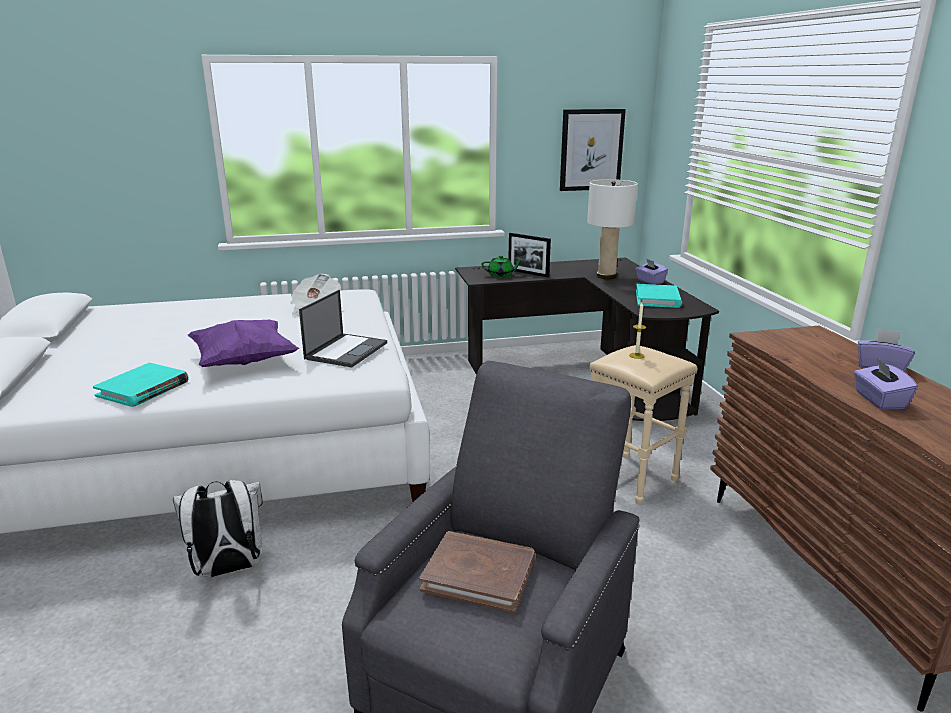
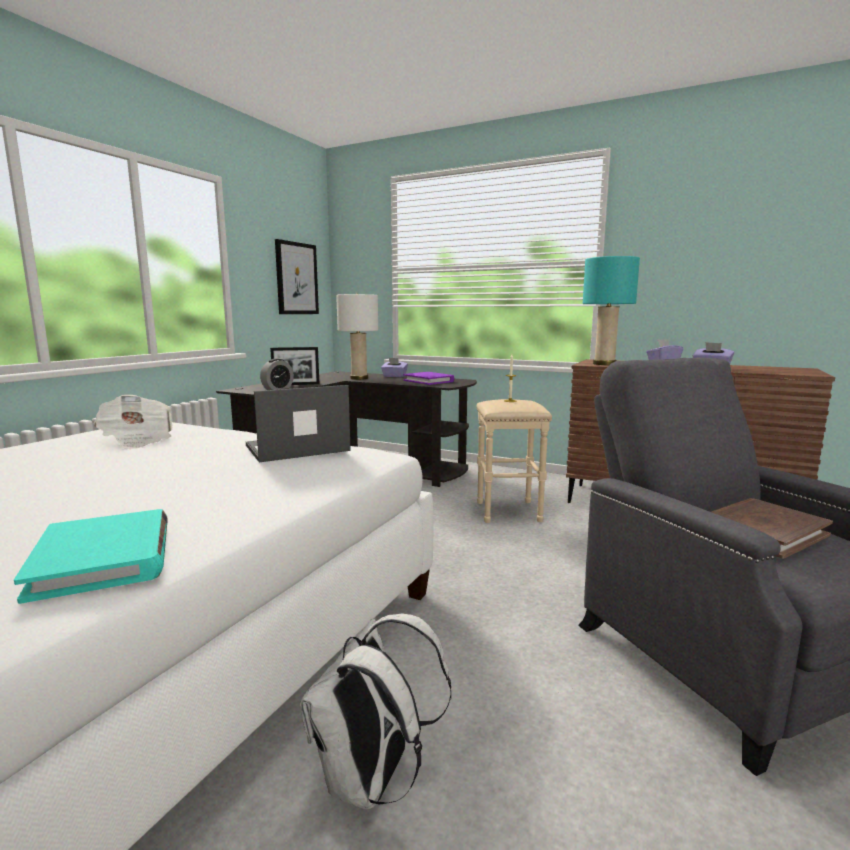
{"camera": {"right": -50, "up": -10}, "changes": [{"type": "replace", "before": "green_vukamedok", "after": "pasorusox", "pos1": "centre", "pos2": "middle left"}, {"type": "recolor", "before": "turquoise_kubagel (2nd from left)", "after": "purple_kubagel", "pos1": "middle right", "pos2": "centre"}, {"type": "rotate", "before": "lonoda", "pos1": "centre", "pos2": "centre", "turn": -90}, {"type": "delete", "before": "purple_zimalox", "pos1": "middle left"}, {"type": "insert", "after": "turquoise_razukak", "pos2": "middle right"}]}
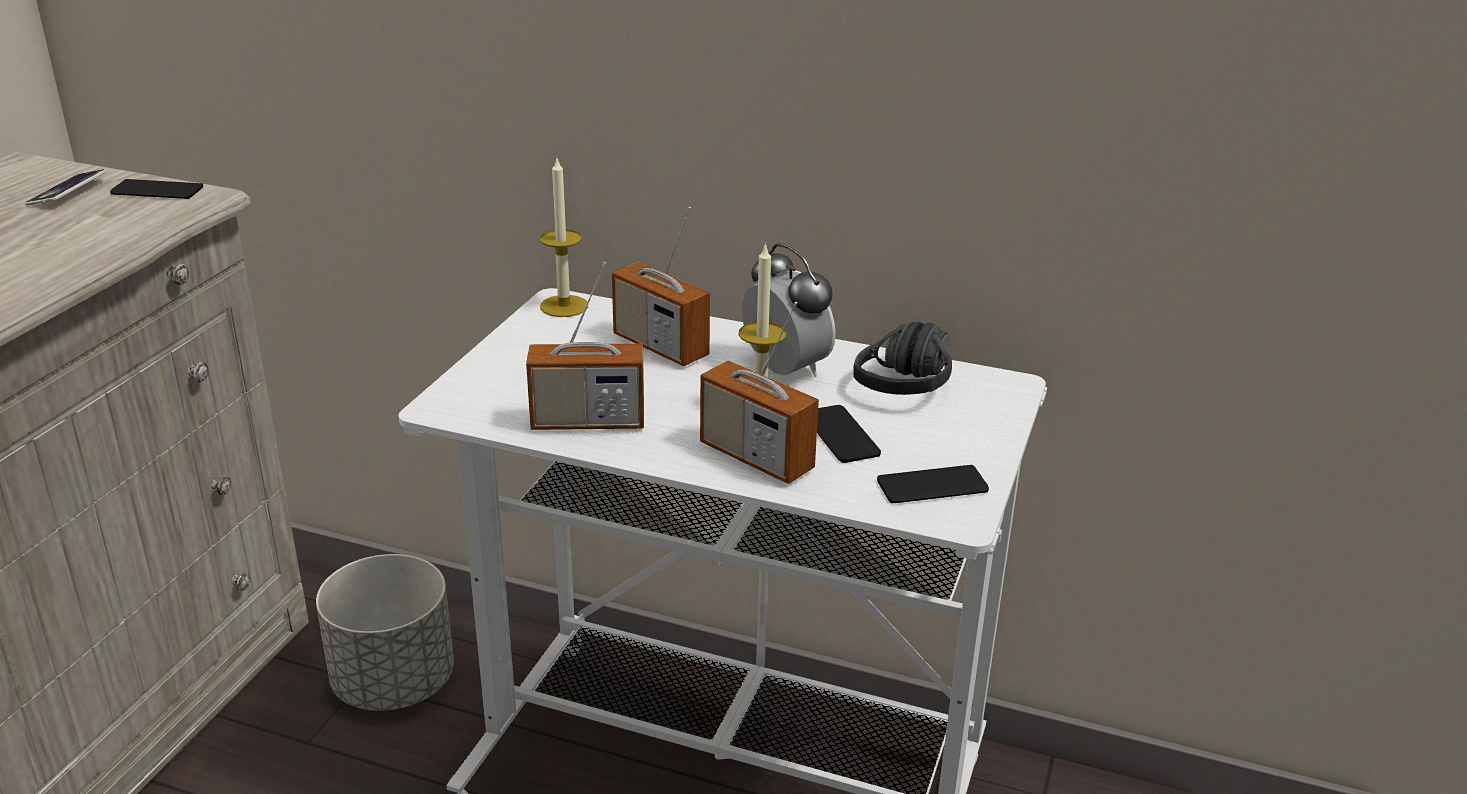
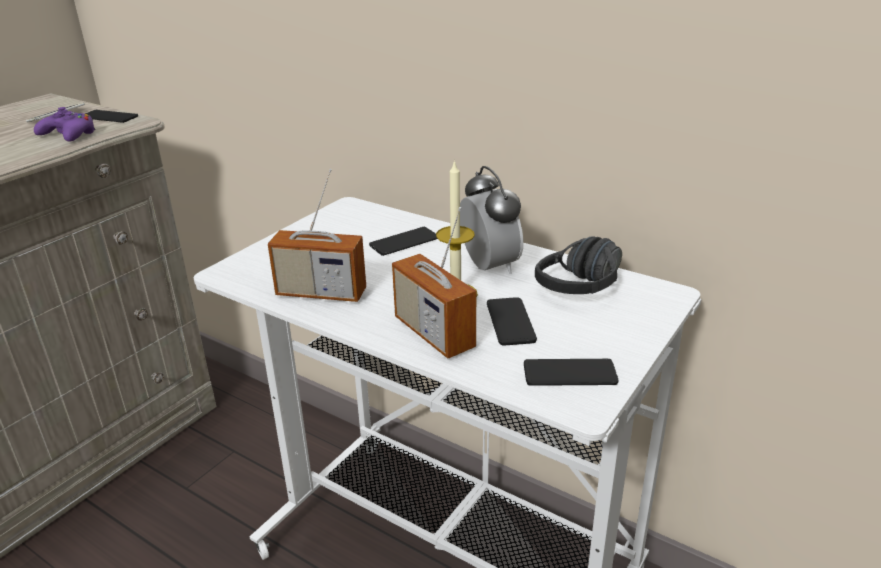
{"camera": {"right": 15, "up": 0}, "changes": [{"type": "delete", "before": "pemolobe (1st from left)", "pos1": "top centre"}, {"type": "replace", "before": "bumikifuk (2nd from left)", "after": "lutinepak (3rd from left)", "pos1": "centre", "pos2": "centre"}, {"type": "delete", "before": "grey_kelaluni", "pos1": "bottom left"}, {"type": "insert", "after": "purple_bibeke", "pos2": "top left"}]}
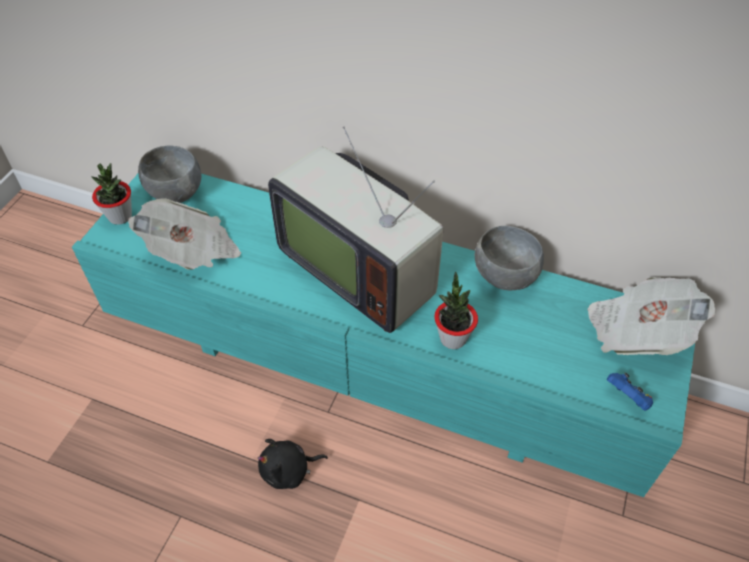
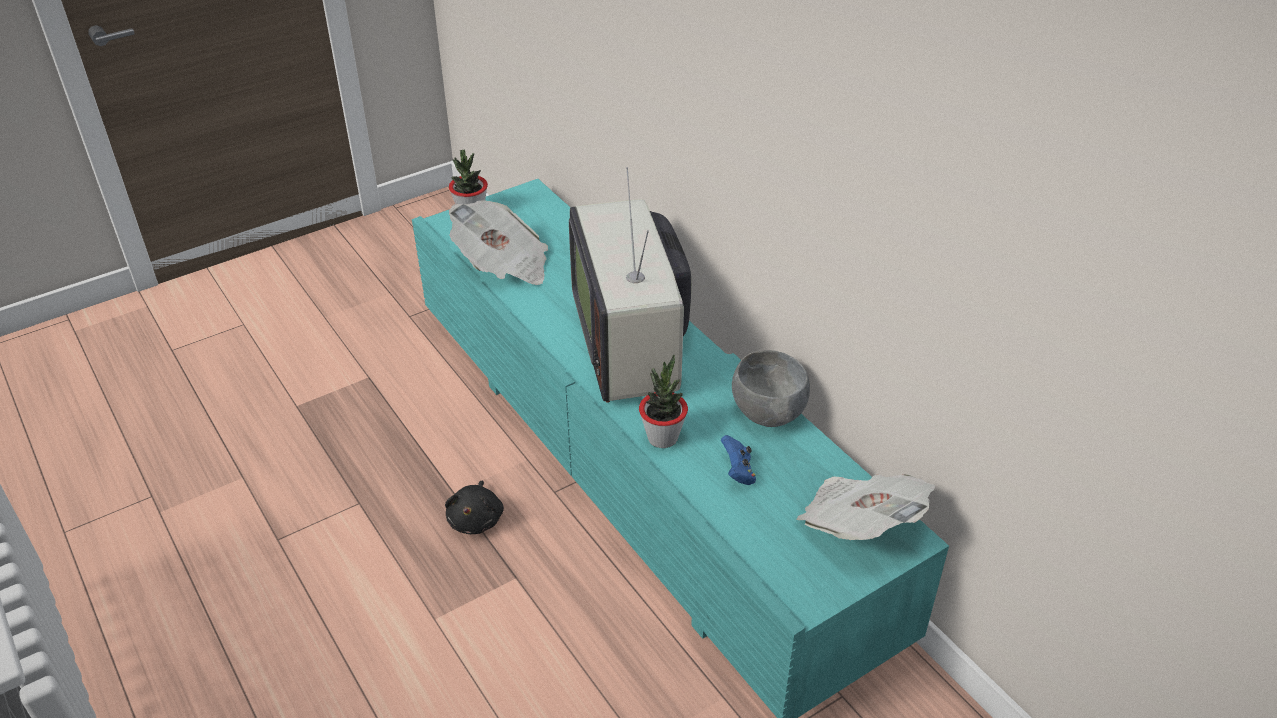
{"camera": {"right": 35, "up": -10}, "changes": [{"type": "delete", "before": "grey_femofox (1st from left)", "pos1": "top left"}, {"type": "move", "before": "blue_bibeke", "pos1": "bottom right", "pos2": "centre"}, {"type": "rotate", "before": "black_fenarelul", "pos1": "bottom centre", "pos2": "bottom centre", "turn": -105}]}
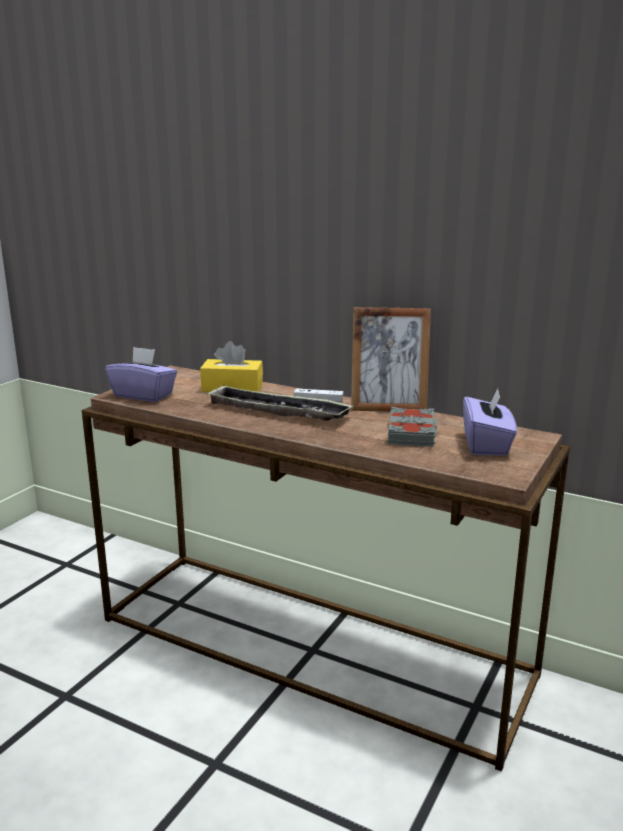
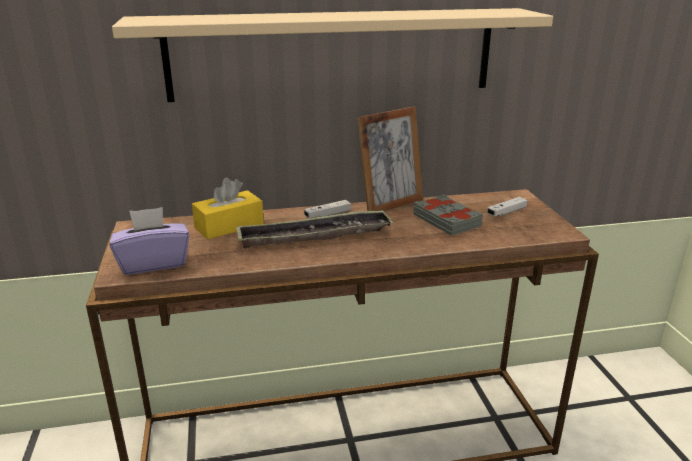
{"camera": {"right": -40, "up": 5}, "changes": [{"type": "replace", "before": "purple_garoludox (2nd from left)", "after": "white_bibeke (2nd from left)", "pos1": "middle right", "pos2": "middle right"}, {"type": "insert", "after": "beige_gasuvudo", "pos2": "top centre"}]}
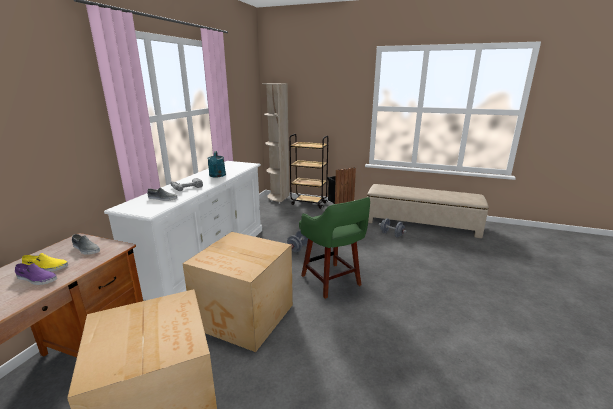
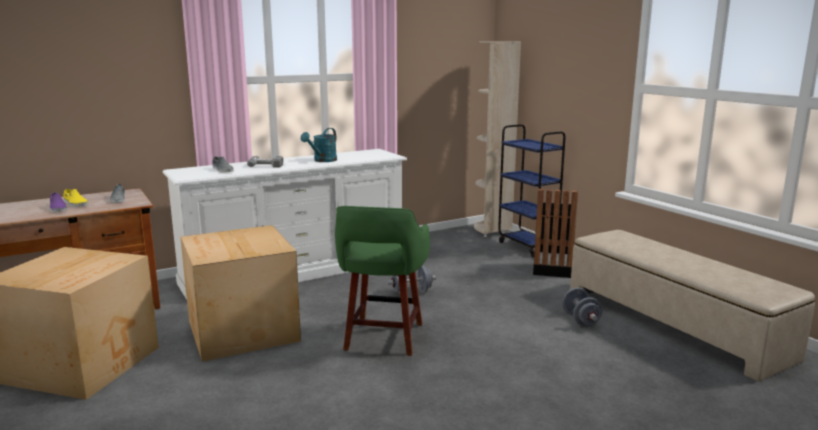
{"camera": {"right": 40, "up": -5}, "changes": [{"type": "recolor", "before": "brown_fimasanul", "after": "blue_fimasanul", "pos1": "centre", "pos2": "centre"}]}
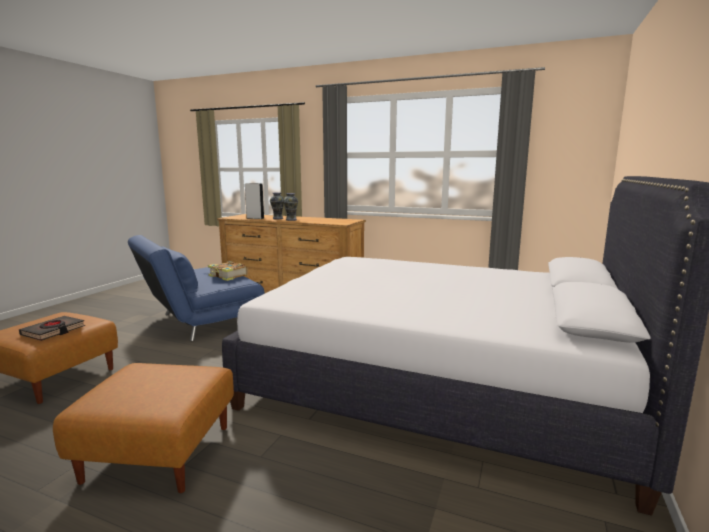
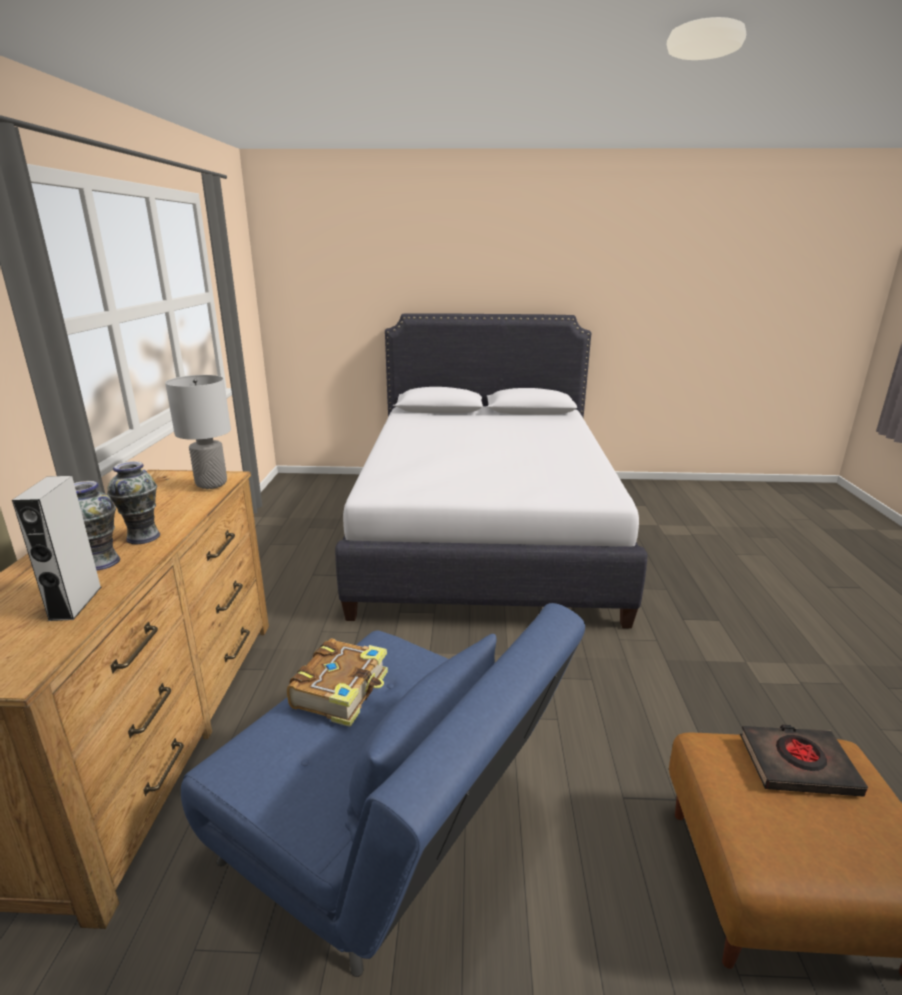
{"camera": {"right": -110, "up": 10}, "changes": [{"type": "delete", "before": "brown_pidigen (2nd from left)", "pos1": "bottom left"}, {"type": "insert", "after": "grey_razukak", "pos2": "middle left"}]}
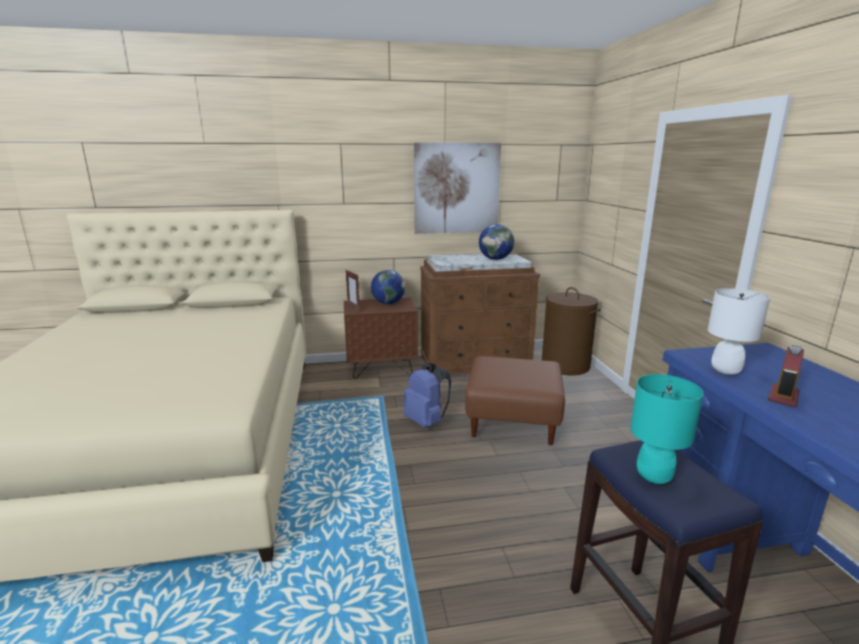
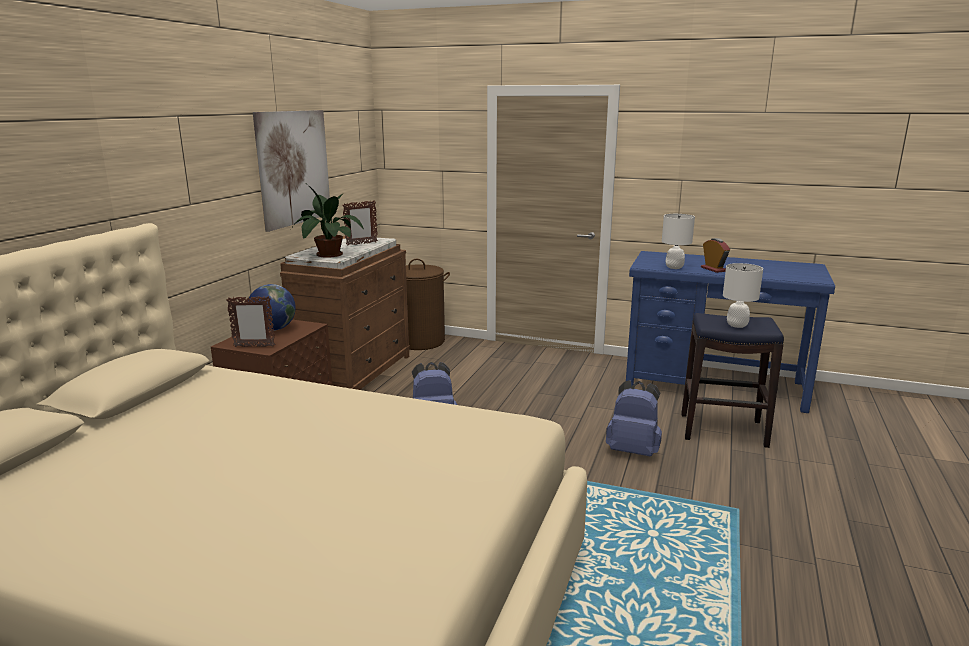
{"camera": {"right": -60, "up": 0}, "changes": [{"type": "replace", "before": "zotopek (2nd from left)", "after": "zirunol (2nd from left)", "pos1": "centre", "pos2": "centre"}, {"type": "delete", "before": "brown_pidigen", "pos1": "centre"}, {"type": "recolor", "before": "turquoise_razukak", "after": "white_razukak (2nd from left)", "pos1": "middle right", "pos2": "middle right"}, {"type": "insert", "after": "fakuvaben", "pos2": "centre"}, {"type": "insert", "after": "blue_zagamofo (2nd from left)", "pos2": "centre"}]}
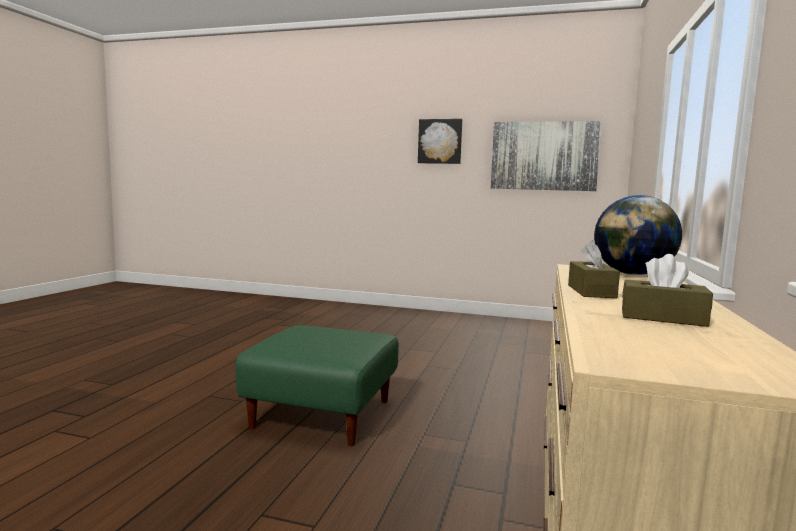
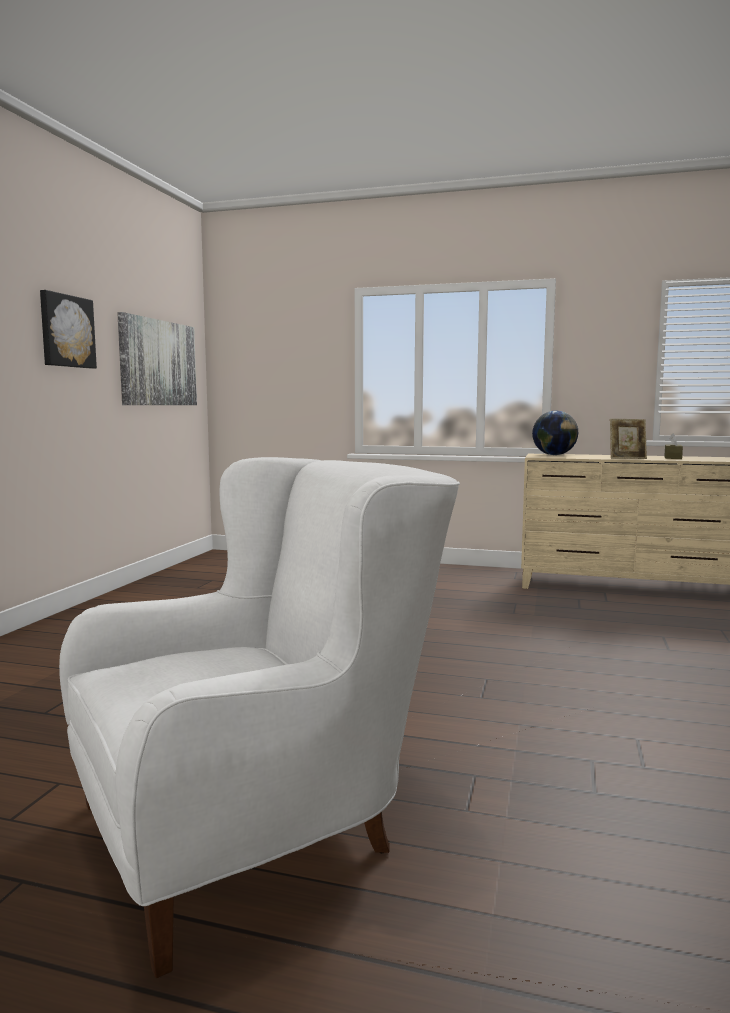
{"camera": {"right": -90, "up": 0}, "changes": [{"type": "replace", "before": "brown_garoludox (1st from left)", "after": "zirunol", "pos1": "middle right", "pos2": "middle right"}, {"type": "delete", "before": "green_pidigen", "pos1": "bottom centre"}, {"type": "insert", "after": "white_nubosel", "pos2": "bottom centre"}]}
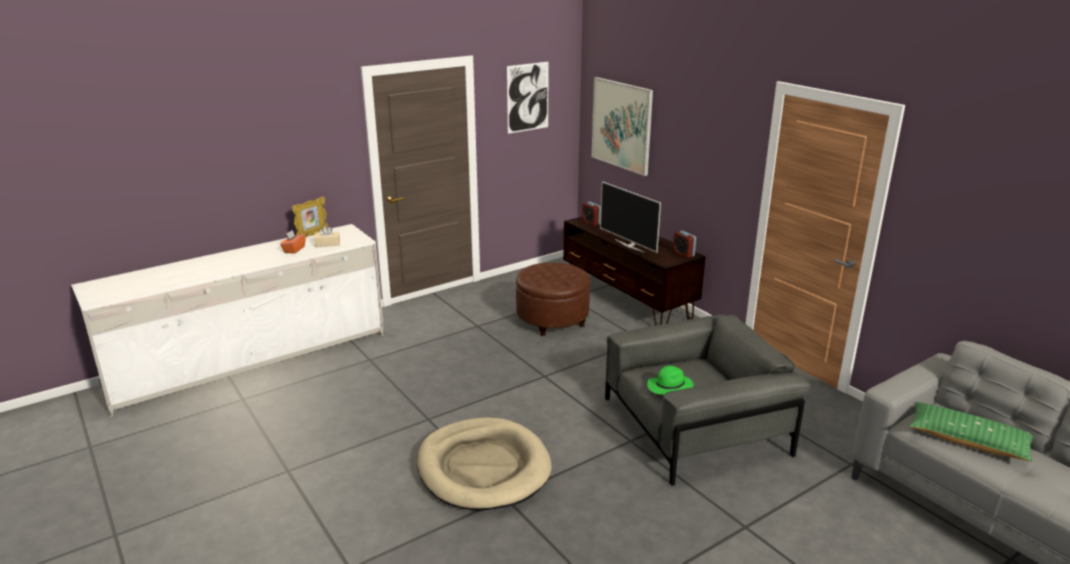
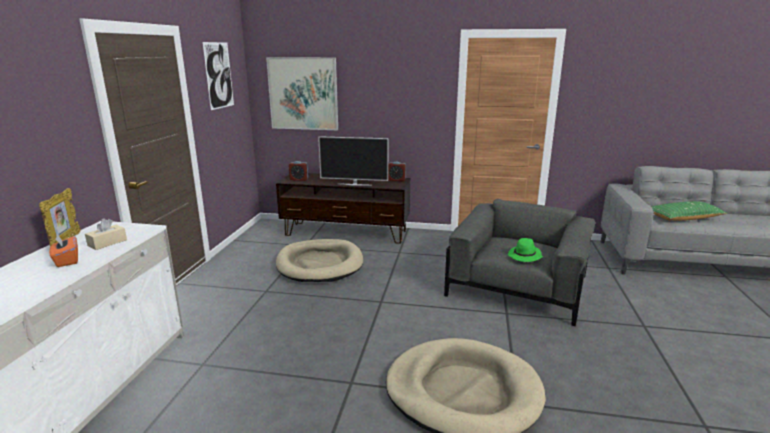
{"camera": {"right": -45, "up": -5}, "changes": [{"type": "replace", "before": "brown_pidigen", "after": "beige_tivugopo (1st from left)", "pos1": "centre", "pos2": "centre"}]}
